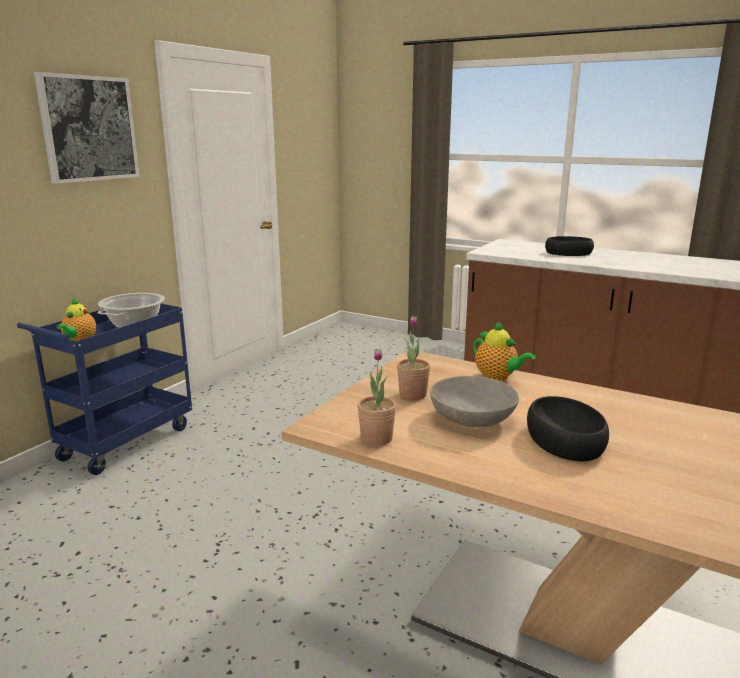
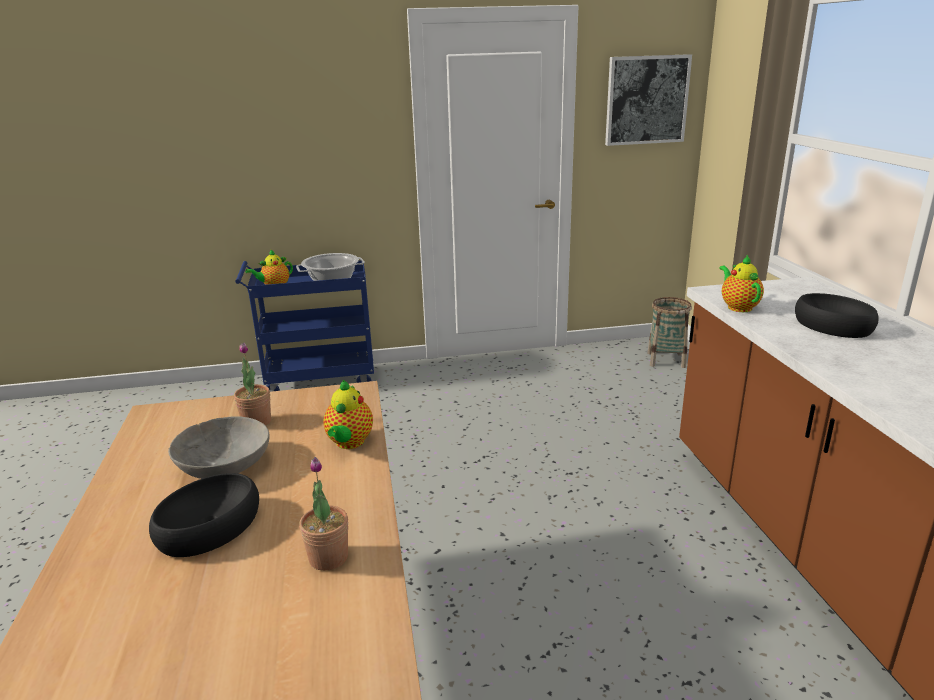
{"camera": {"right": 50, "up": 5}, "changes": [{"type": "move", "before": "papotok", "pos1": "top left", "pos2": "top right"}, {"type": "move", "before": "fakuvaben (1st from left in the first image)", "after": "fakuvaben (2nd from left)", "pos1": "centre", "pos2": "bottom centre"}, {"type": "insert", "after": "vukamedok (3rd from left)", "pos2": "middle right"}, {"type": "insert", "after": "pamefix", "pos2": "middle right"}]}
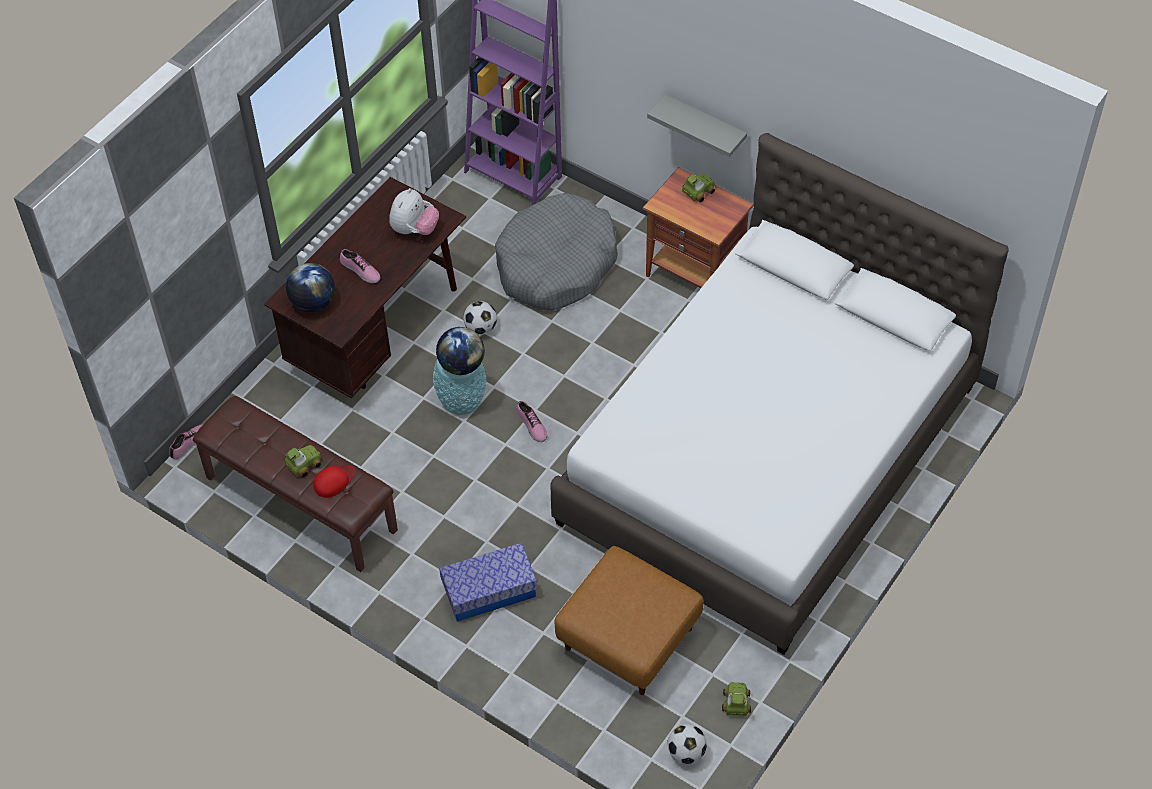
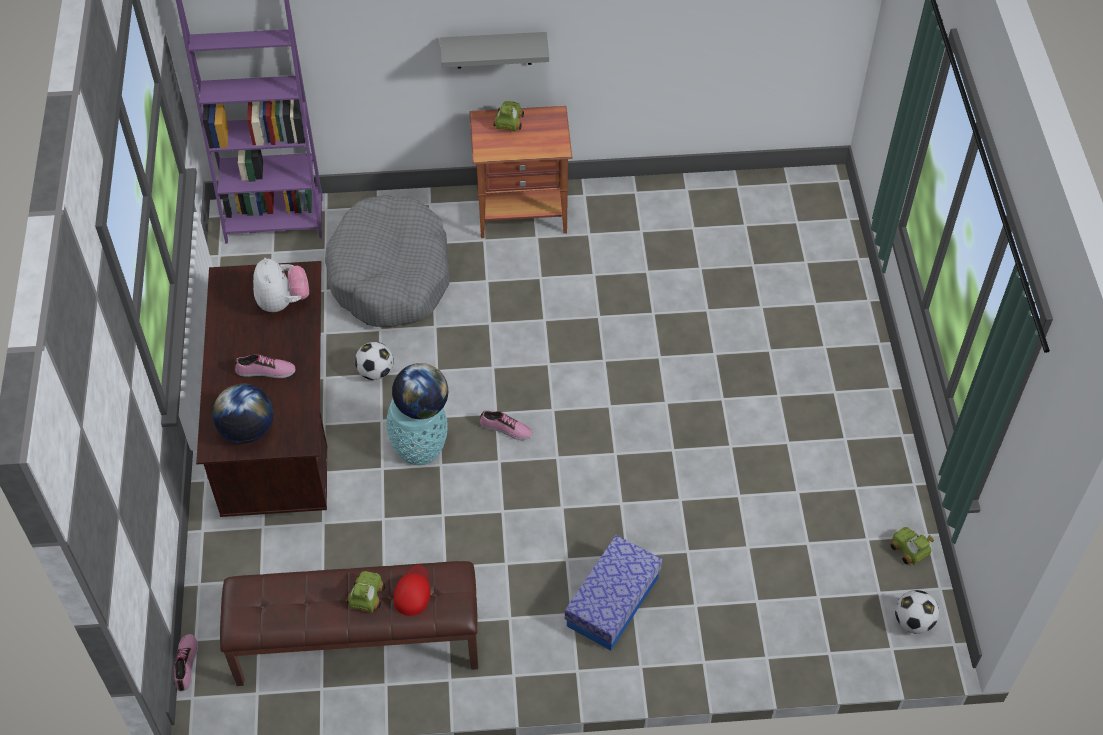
{"camera": {"right": -40, "up": 0}, "changes": [{"type": "delete", "before": "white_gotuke", "pos1": "middle right"}, {"type": "delete", "before": "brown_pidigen", "pos1": "bottom centre"}]}
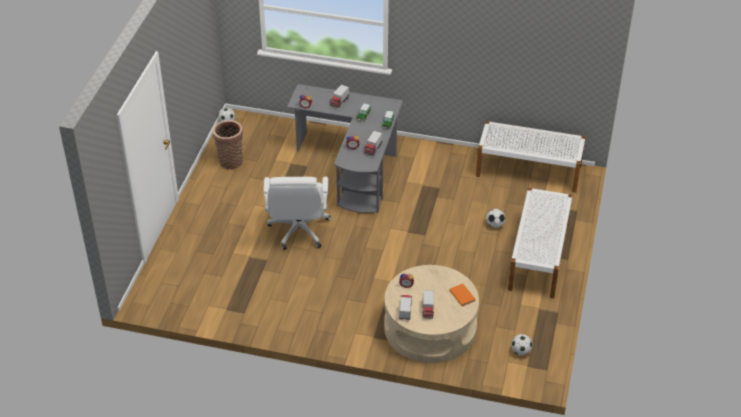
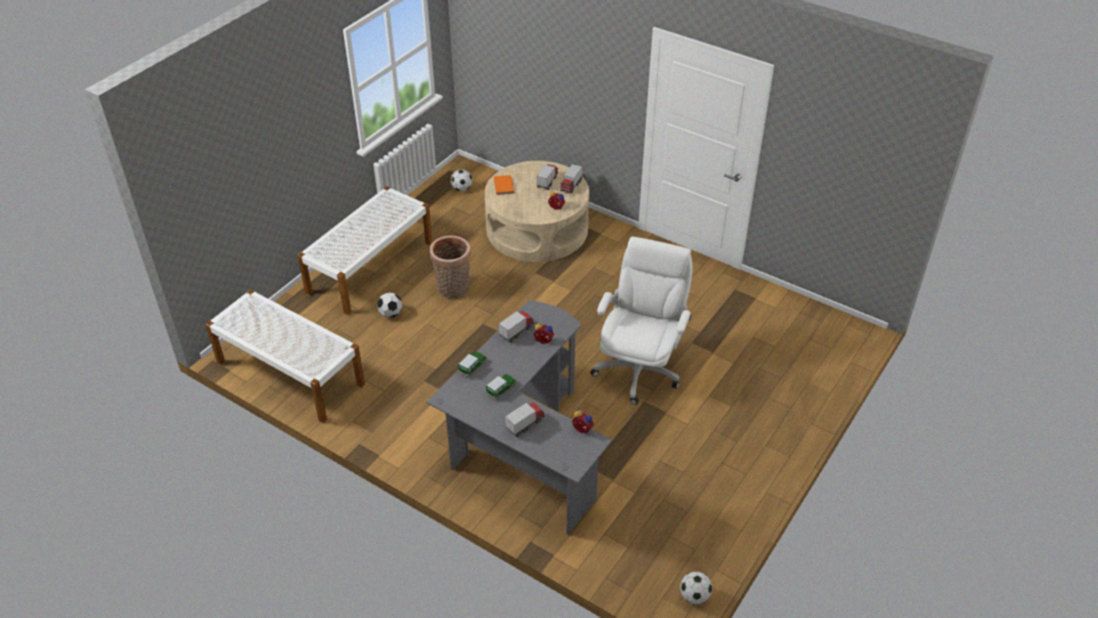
{"camera": {"right": -160, "up": 0}, "changes": [{"type": "move", "before": "pamefix", "pos1": "middle left", "pos2": "centre"}]}
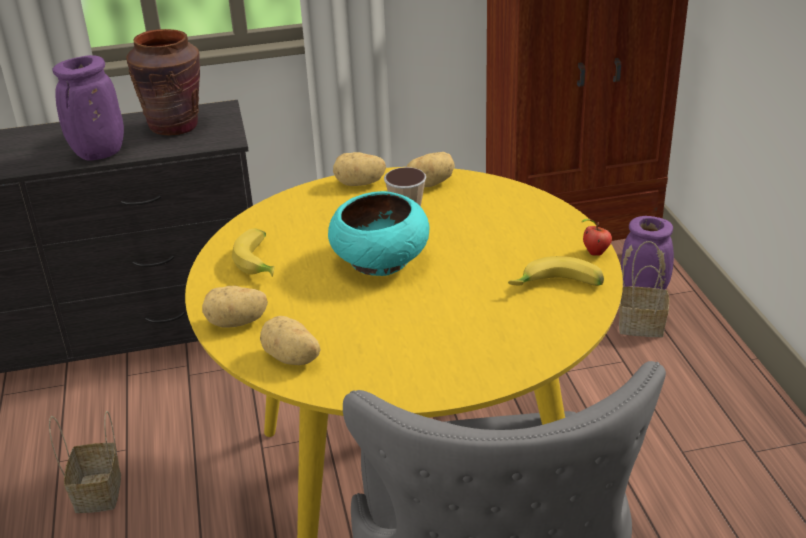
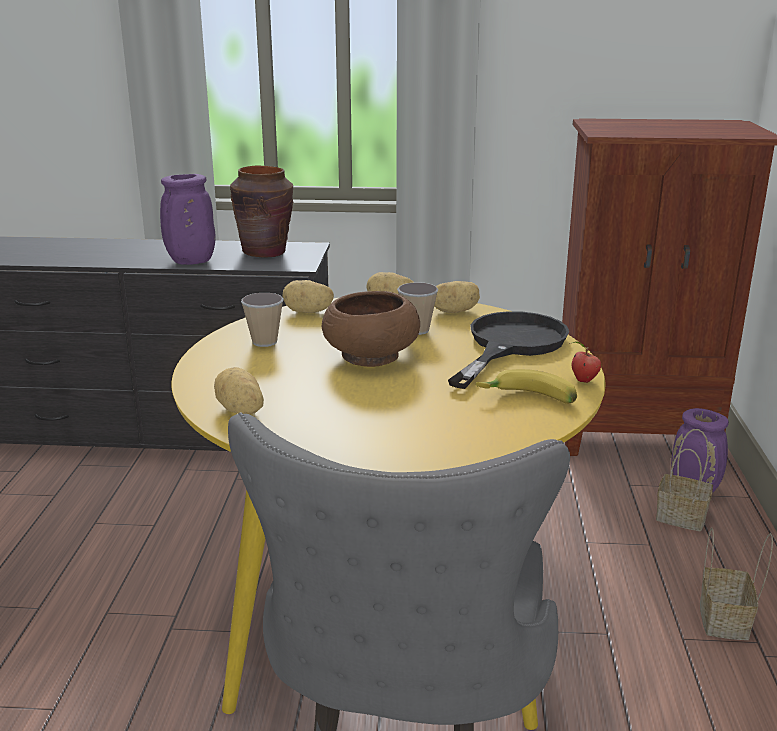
{"camera": {"right": 15, "up": -10}, "changes": [{"type": "recolor", "before": "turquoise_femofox", "after": "brown_femofox", "pos1": "centre", "pos2": "centre"}, {"type": "replace", "before": "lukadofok (1st from left)", "after": "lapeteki (1st from left)", "pos1": "middle left", "pos2": "centre"}, {"type": "move", "before": "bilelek (1st from left in the first image)", "after": "bilelek (2nd from left)", "pos1": "middle left", "pos2": "centre"}, {"type": "move", "before": "pamefix (1st from left in the first image)", "after": "pamefix (2nd from left)", "pos1": "bottom left", "pos2": "bottom right"}, {"type": "insert", "after": "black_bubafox", "pos2": "centre"}]}
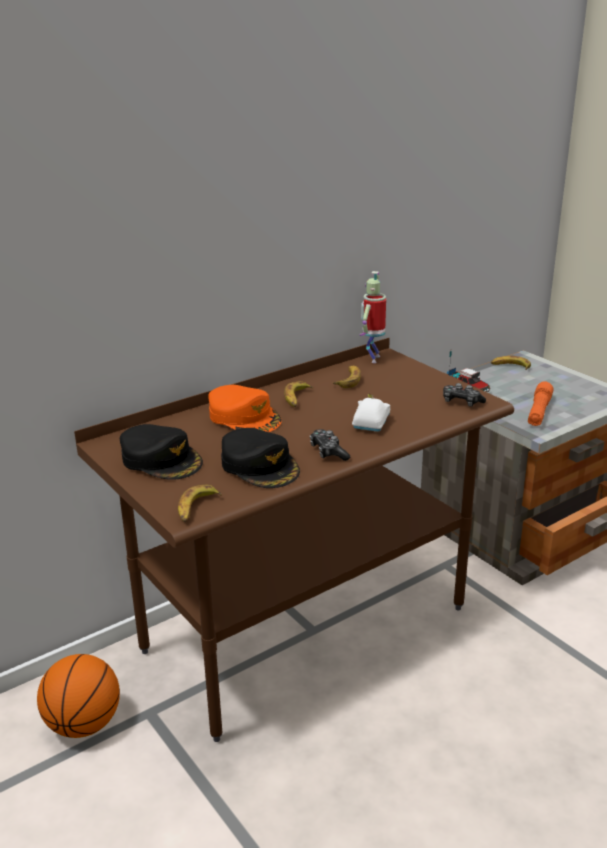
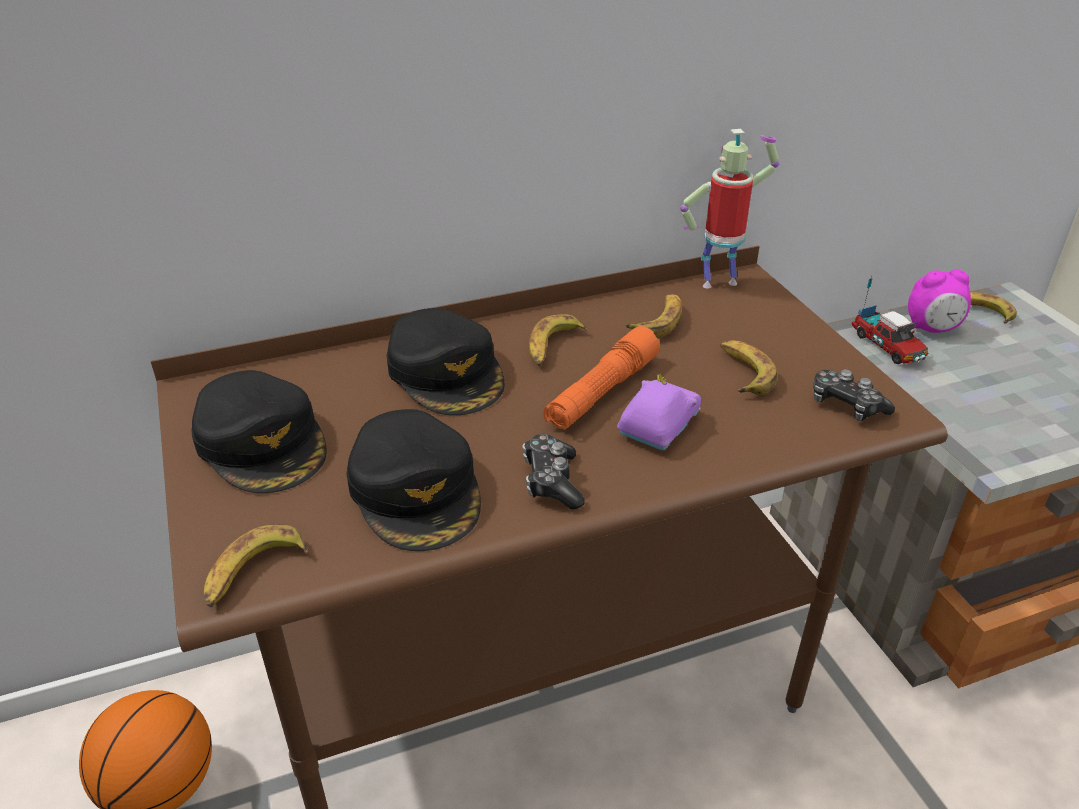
{"camera": {"right": 15, "up": 10}, "changes": [{"type": "rotate", "before": "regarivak", "pos1": "centre", "pos2": "top right", "turn": 45}, {"type": "move", "before": "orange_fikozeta", "pos1": "middle right", "pos2": "centre"}, {"type": "recolor", "before": "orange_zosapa", "after": "black_zosapa (3rd from left)", "pos1": "centre", "pos2": "centre"}, {"type": "recolor", "before": "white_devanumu", "after": "purple_devanumu", "pos1": "centre", "pos2": "centre"}, {"type": "insert", "after": "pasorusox", "pos2": "middle right"}, {"type": "insert", "after": "lukadofok (4th from left)", "pos2": "middle right"}]}
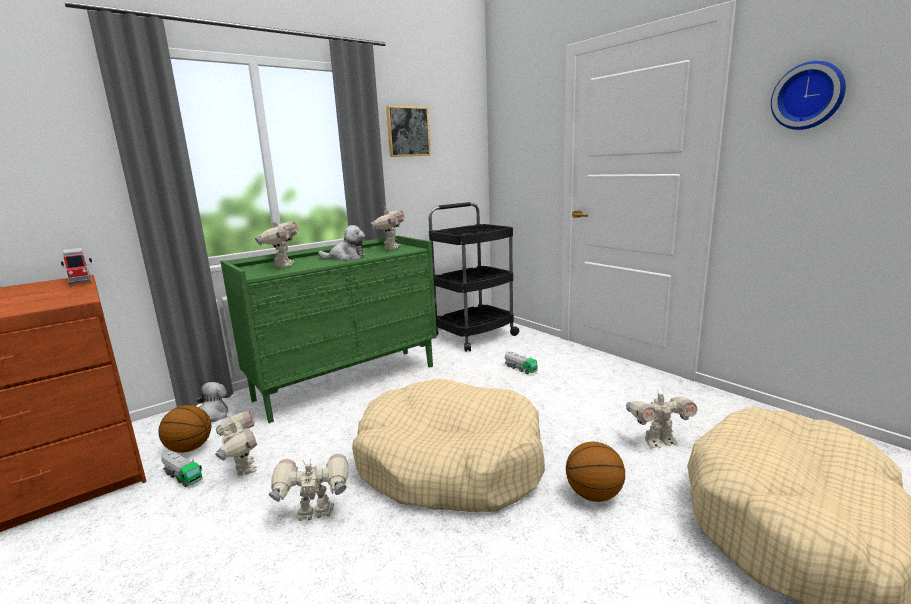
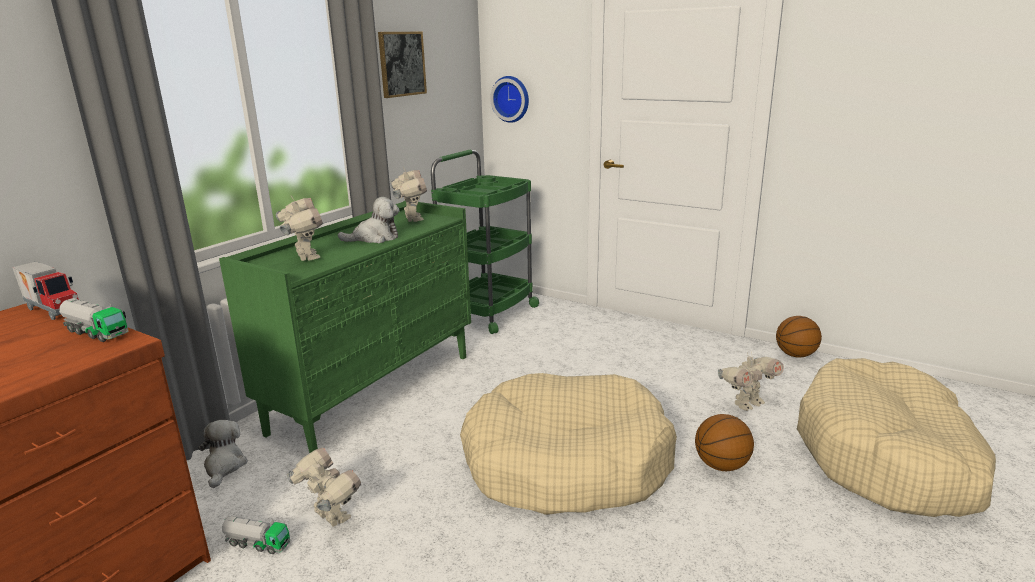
{"camera": {"right": -20, "up": 5}, "changes": [{"type": "move", "before": "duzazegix", "pos1": "top right", "pos2": "top centre"}, {"type": "recolor", "before": "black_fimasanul", "after": "green_fimasanul", "pos1": "centre", "pos2": "centre"}, {"type": "move", "before": "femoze (3rd from left in the first image)", "after": "femoze (2nd from left)", "pos1": "centre", "pos2": "middle left"}, {"type": "move", "before": "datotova (1st from left in the first image)", "after": "datotova (2nd from left)", "pos1": "bottom left", "pos2": "middle right"}, {"type": "delete", "before": "regarivak (3rd from left)", "pos1": "bottom centre"}]}
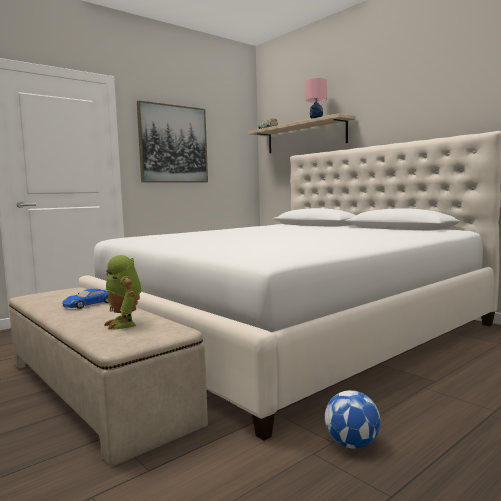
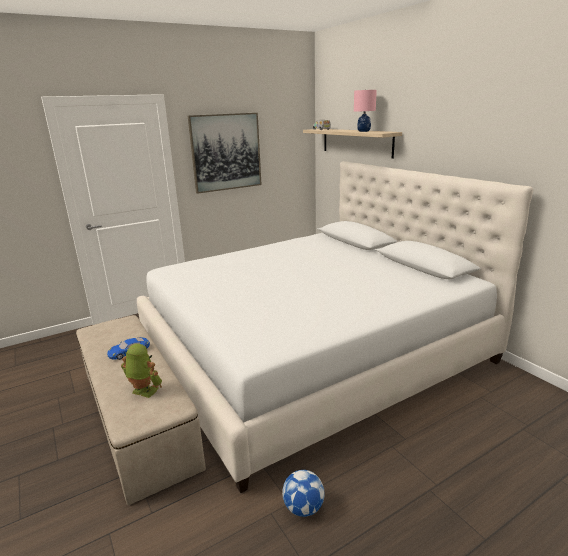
{"camera": {"right": 10, "up": 15}, "changes": [{"type": "rotate", "before": "regarivak", "pos1": "middle left", "pos2": "bottom left", "turn": 135}]}
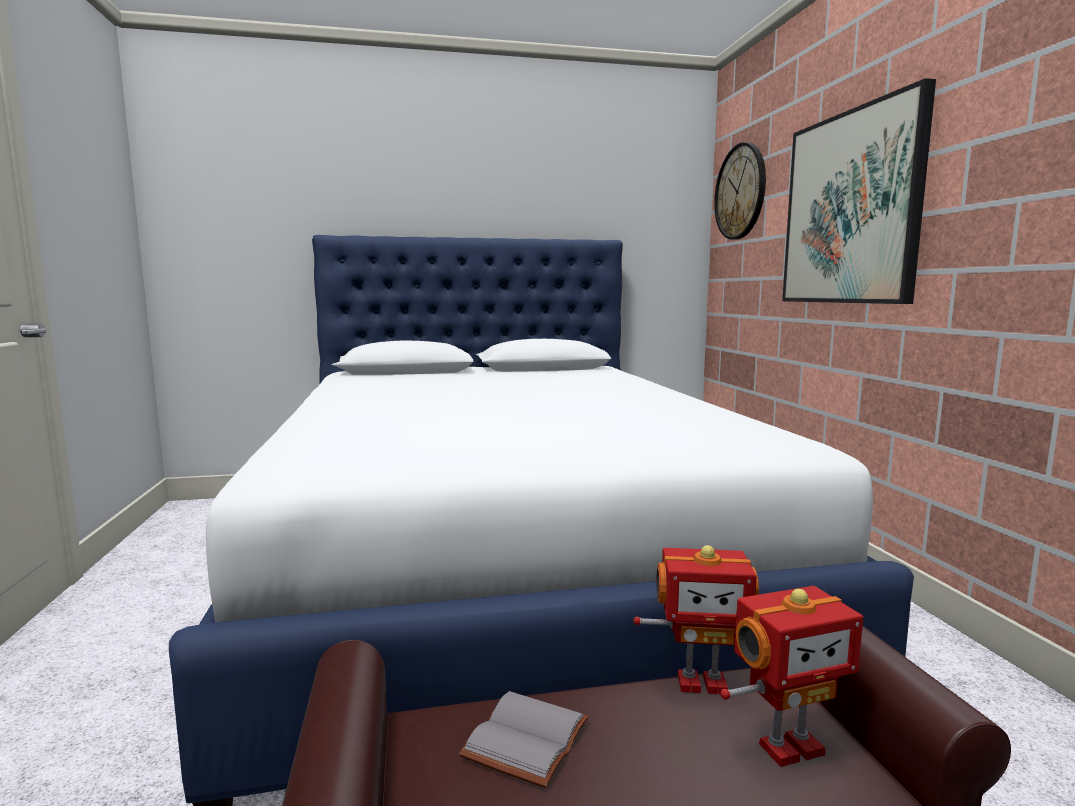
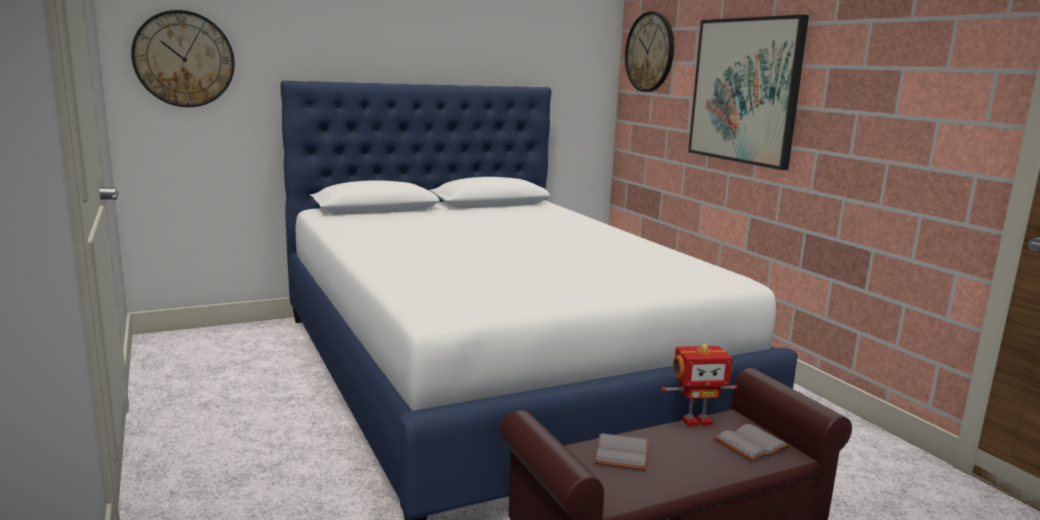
{"camera": {"right": -15, "up": 5}, "changes": [{"type": "replace", "before": "regarivak (2nd from left)", "after": "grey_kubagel (2nd from left)", "pos1": "bottom right", "pos2": "bottom right"}, {"type": "insert", "after": "duzazegix (1st from left)", "pos2": "top left"}]}
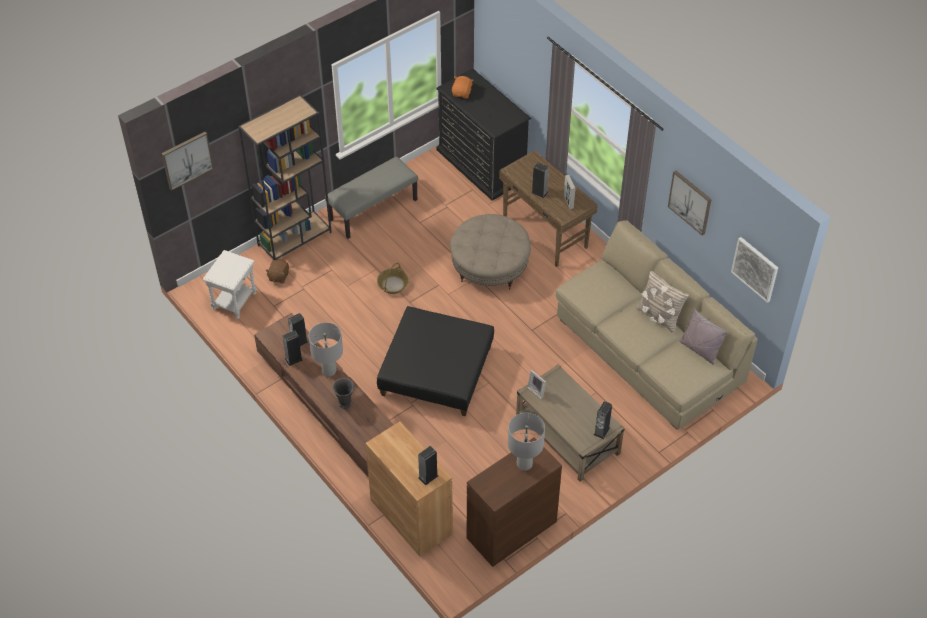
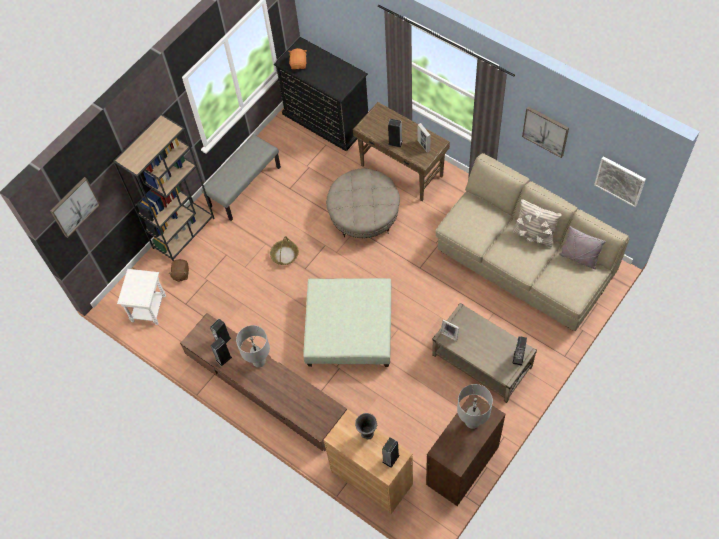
{"camera": {"right": -10, "up": 10}, "changes": [{"type": "recolor", "before": "black_pidigen", "after": "green_pidigen", "pos1": "centre", "pos2": "centre"}, {"type": "move", "before": "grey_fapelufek", "pos1": "centre", "pos2": "bottom centre"}]}
